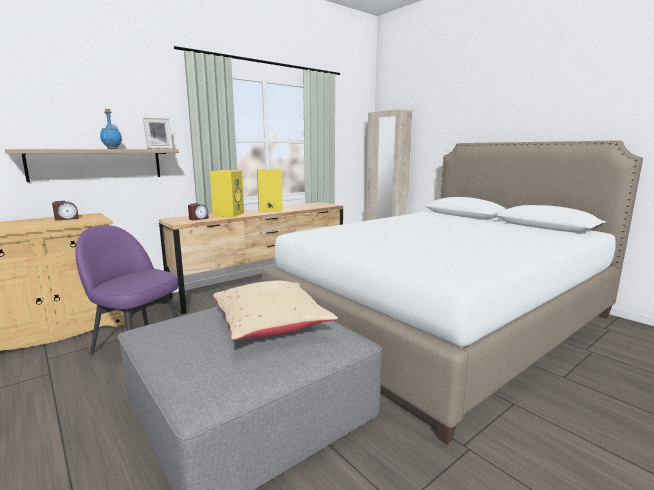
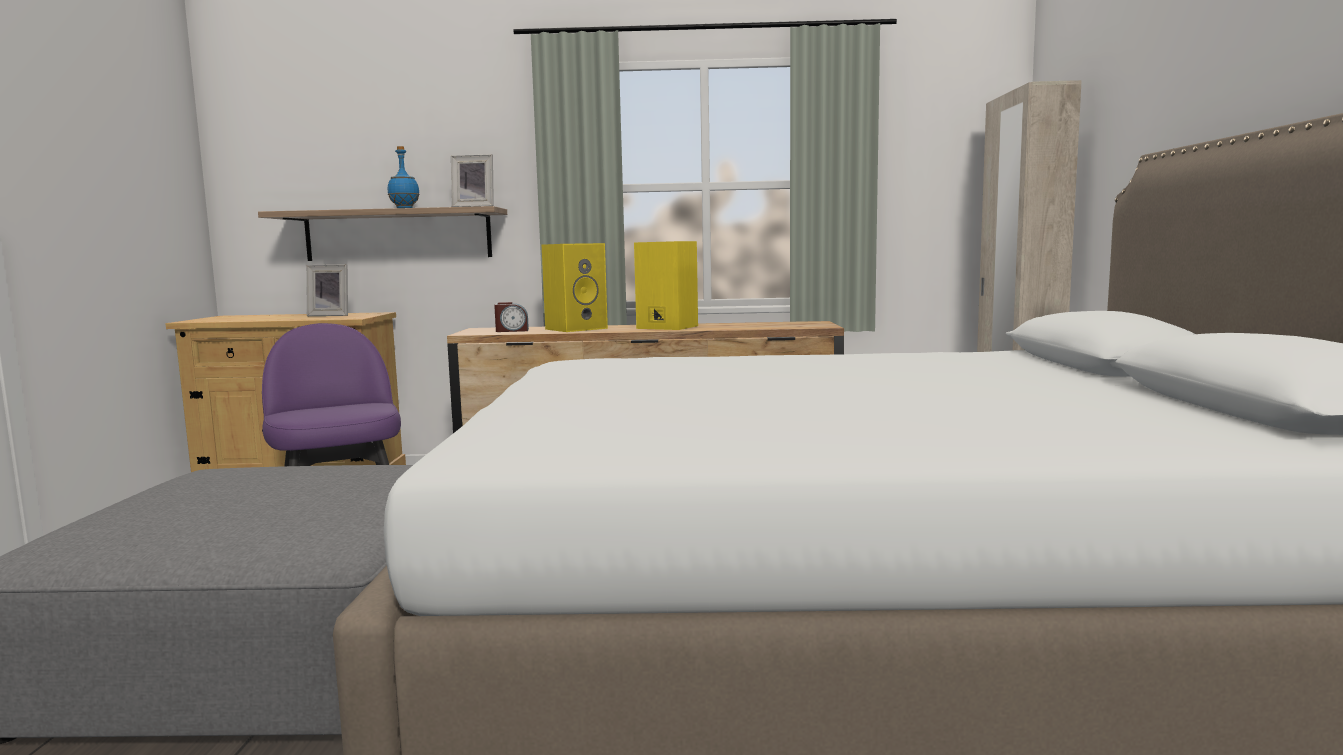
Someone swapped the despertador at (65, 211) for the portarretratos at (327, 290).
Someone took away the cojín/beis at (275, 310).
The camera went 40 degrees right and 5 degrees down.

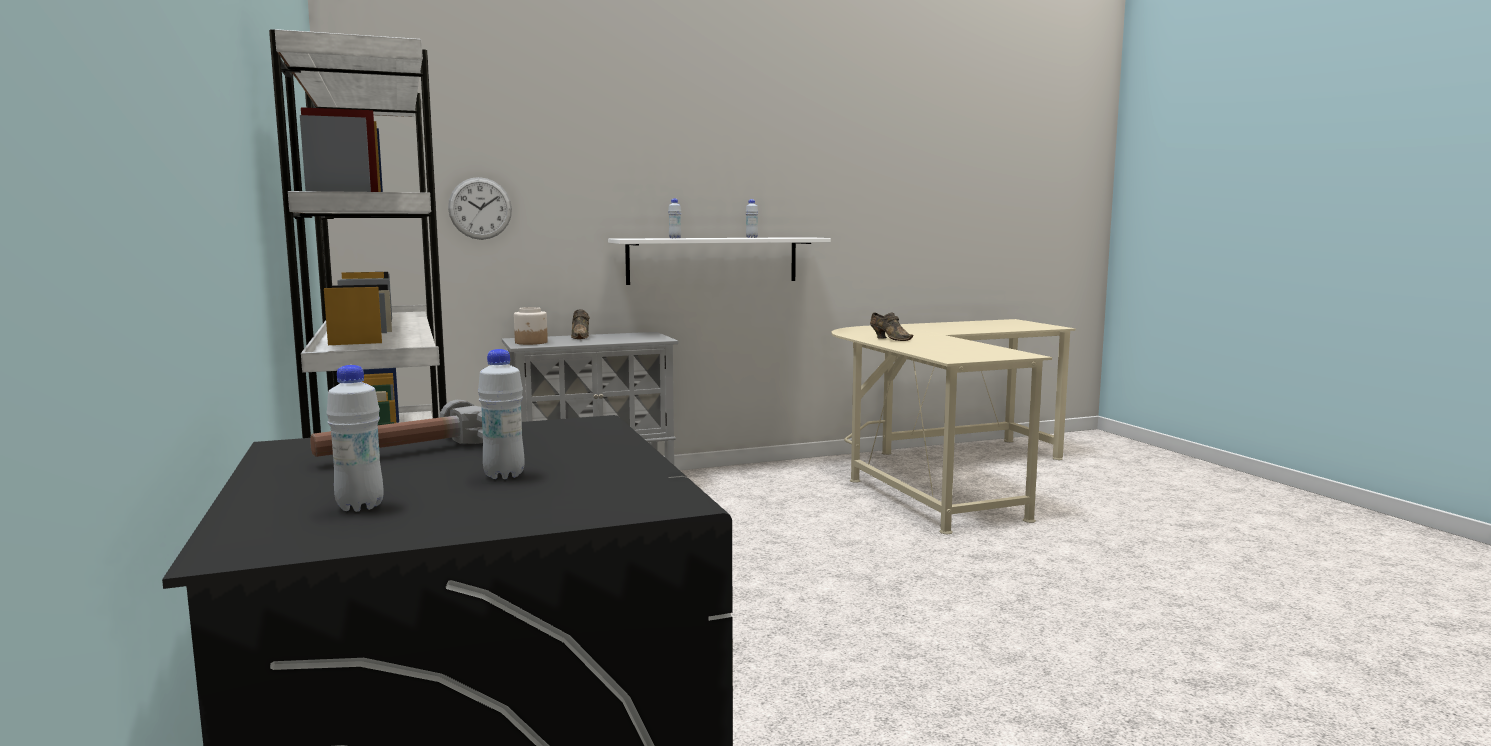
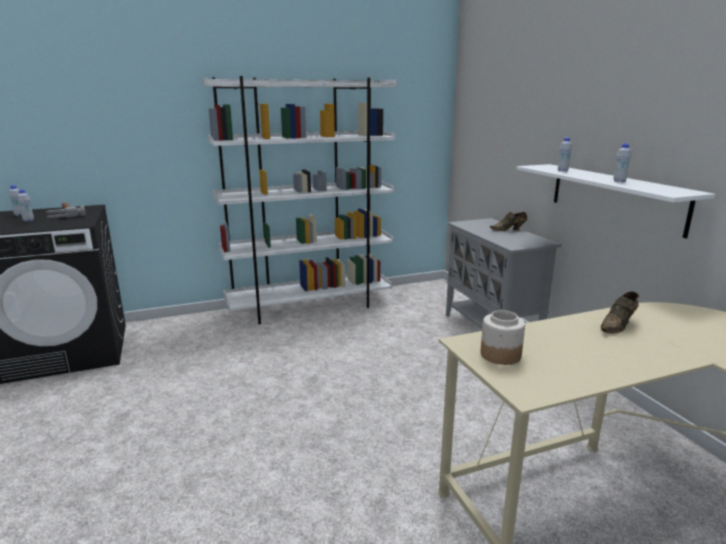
Someone carried the tarro from (531, 326) to (502, 337).
Someone took away the reloj de pared at (480, 208).
The camera went 90 degrees right and 10 degrees up.

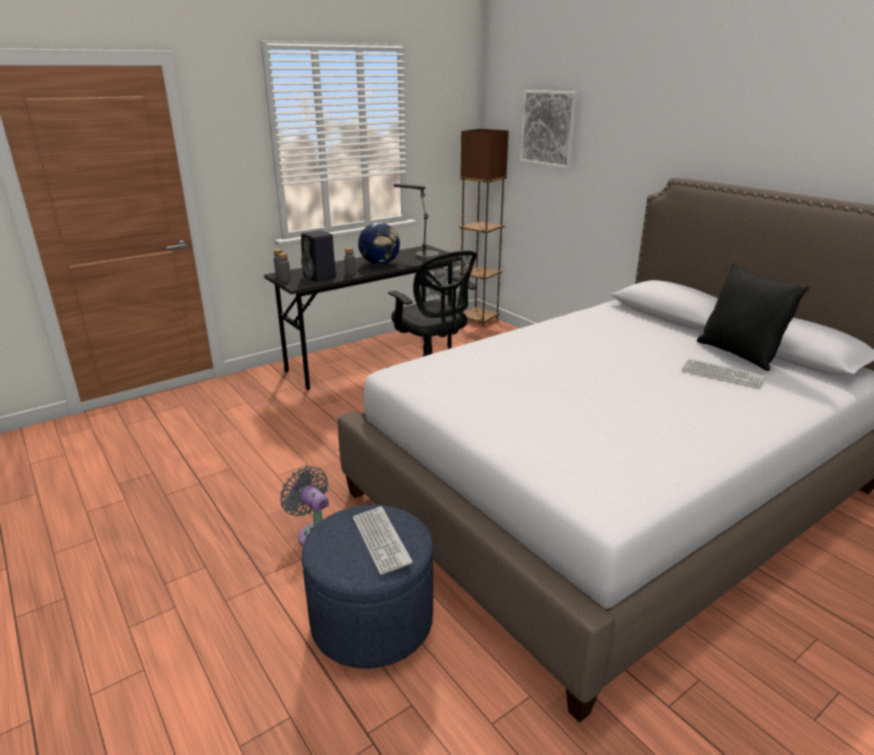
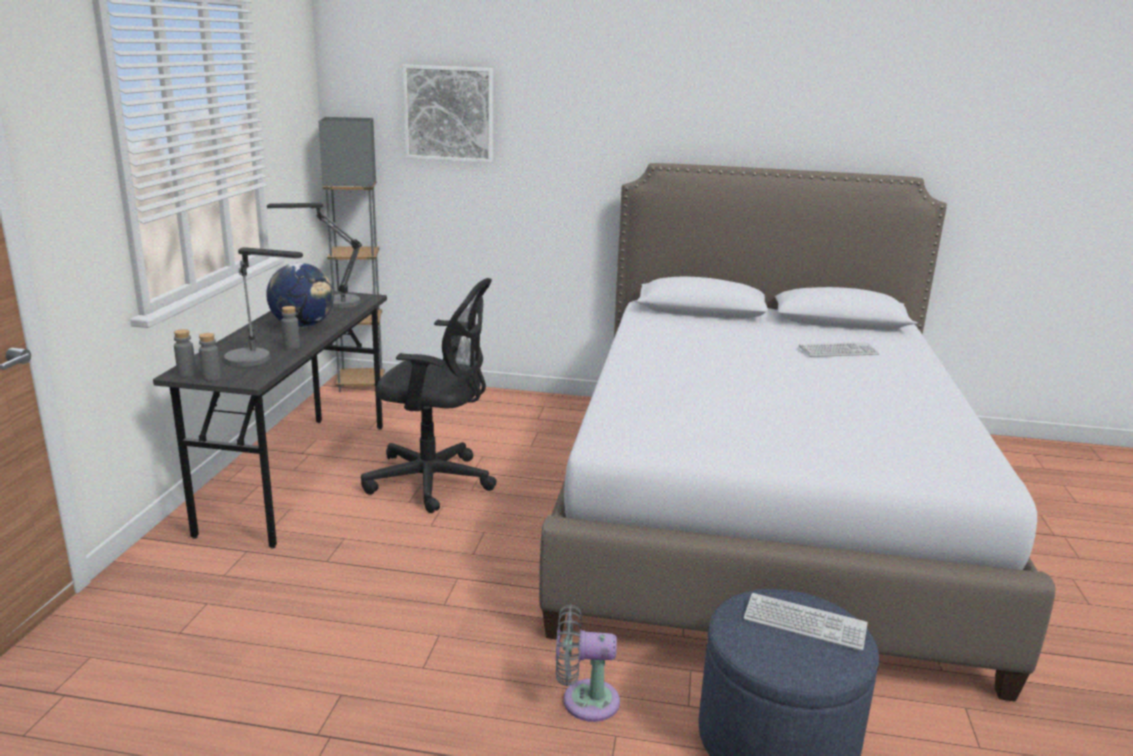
Someone swapped the altavoz/negro at (318, 256) for the lámpara de mesa at (263, 307).
Someone repainted the lámpara de pie/marrón at (484, 228), which became the lámpara de pie/gris at (352, 254).
Someone took away the cojín/negro at (753, 317).
The camera went 45 degrees left and 5 degrees down.

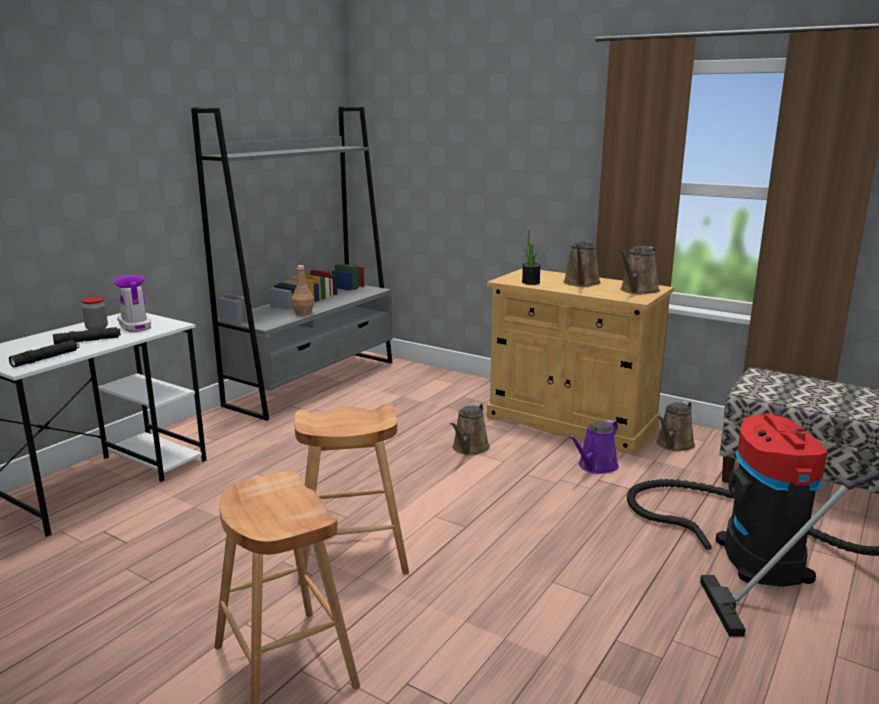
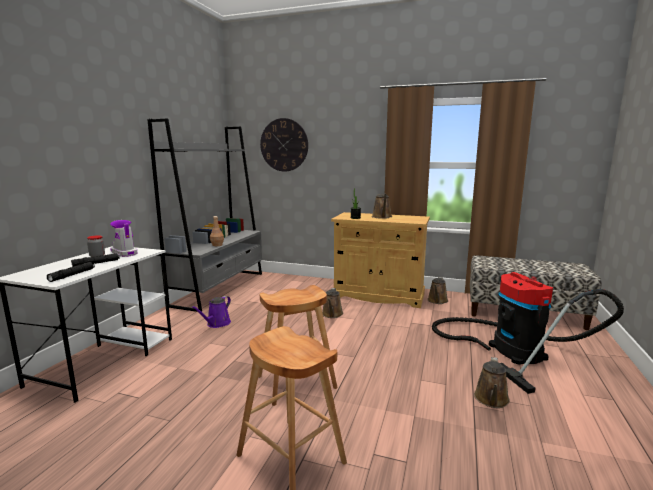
Someone carried the regadera/morado from (594, 447) to (211, 312).
Someone put up the reloj de pared at (284, 145).
Someone carried the regadera/marrón from (639, 270) to (492, 382).
The camera went 15 degrees left and 5 degrees down.

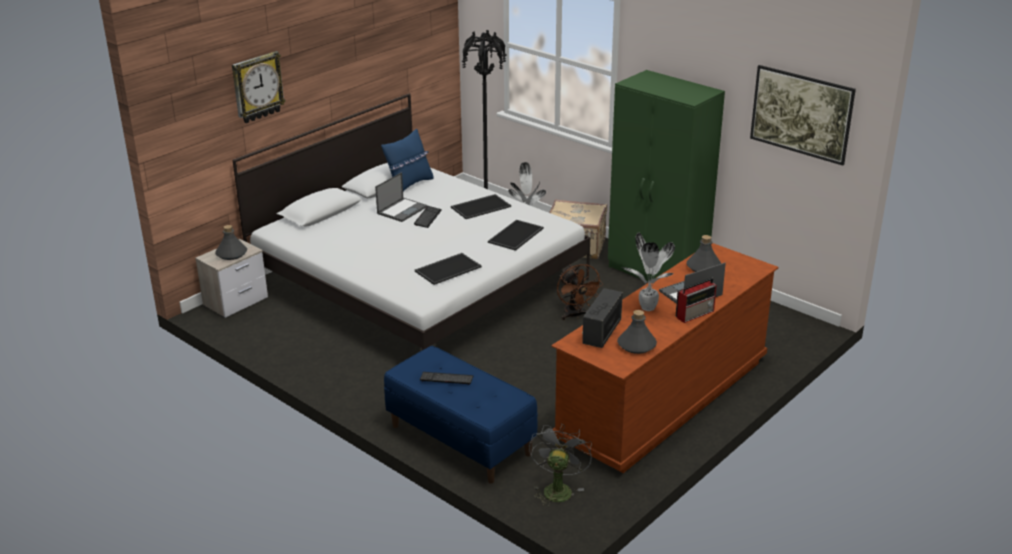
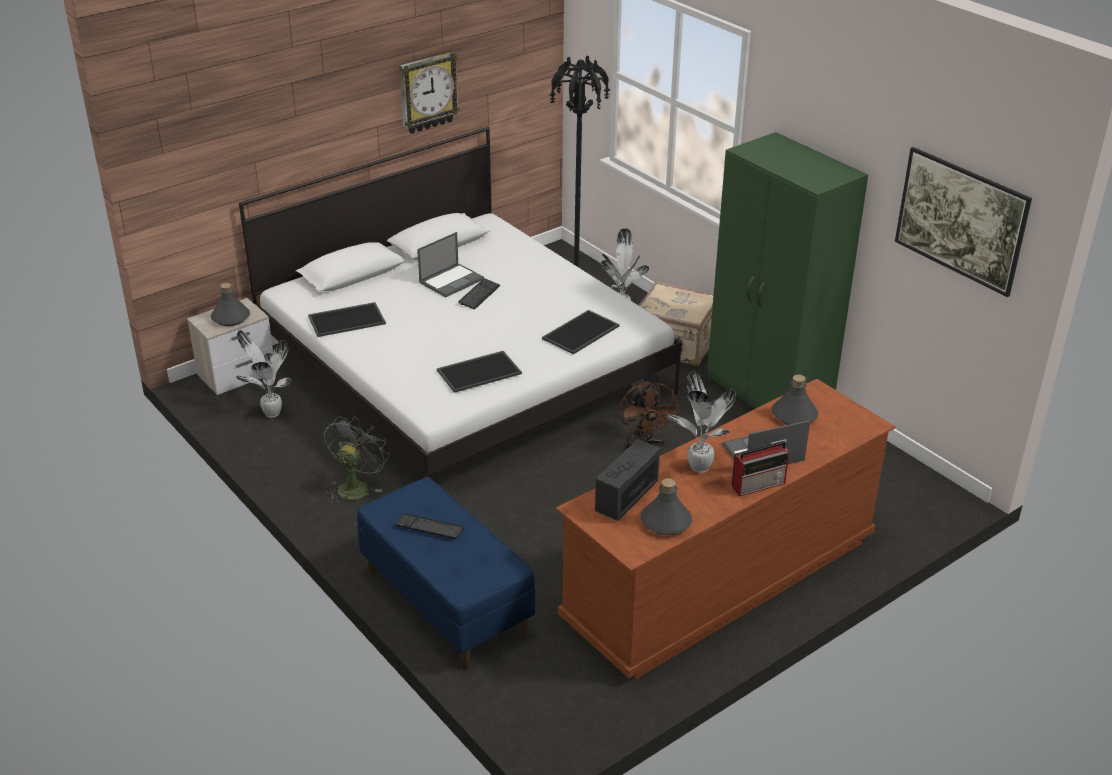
Someone put down the planta en maceta at (264, 374).
Someone carried the bandeja from (481, 206) to (347, 319).
Someone carried the ventilador/gris from (560, 465) to (357, 459).
Someone carried the reloj de pared from (259, 87) to (429, 92).
Someone took away the cojín/azul at (407, 160).
The camera went 10 degrees right and 5 degrees up.

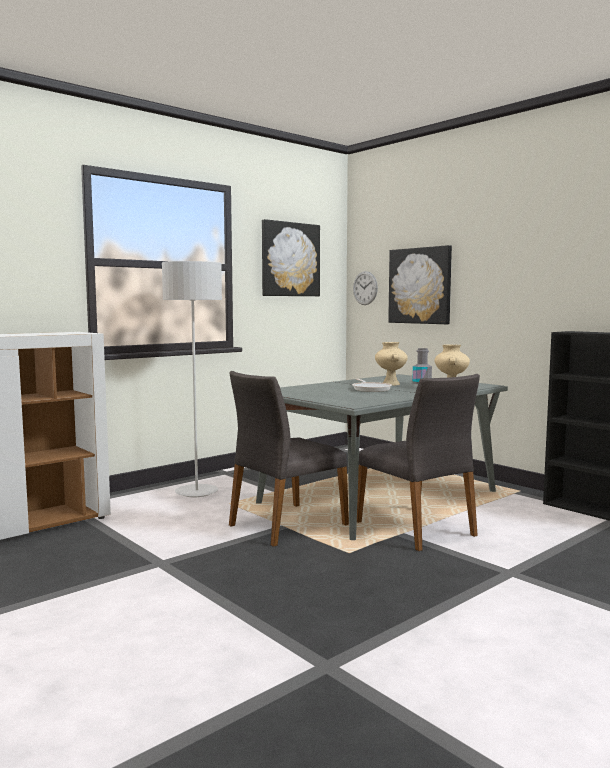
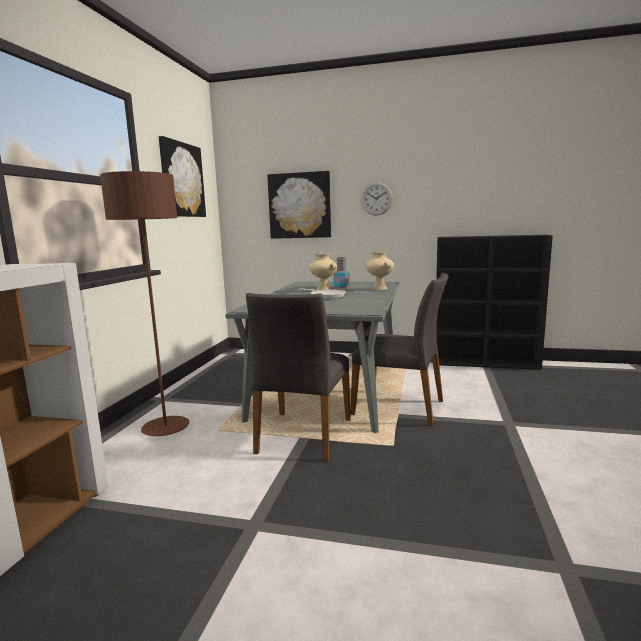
Someone repainted the lámpara de pie/gris at (192, 379), which became the lámpara de pie/marrón at (144, 303).
Someone carried the reloj de pared from (365, 288) to (377, 198).
The camera went 35 degrees left and 5 degrees up.

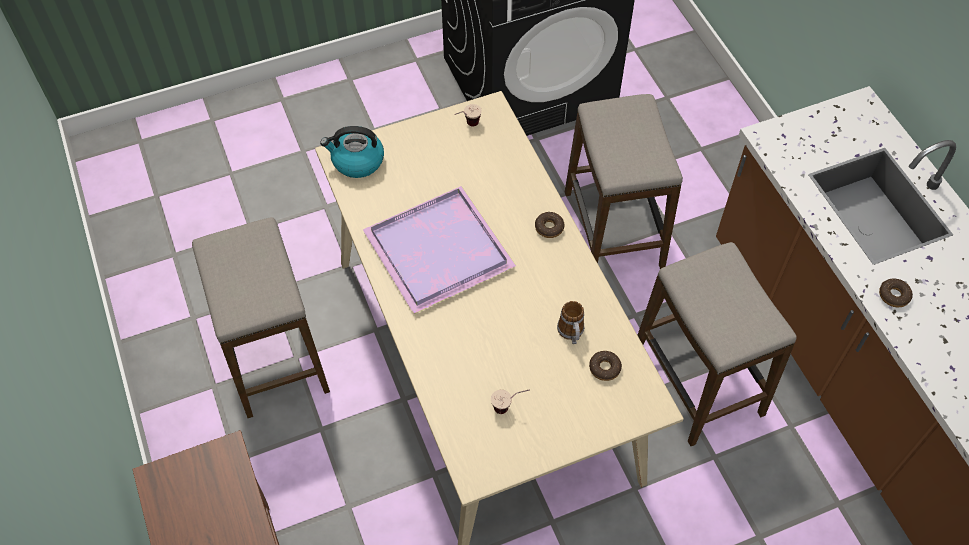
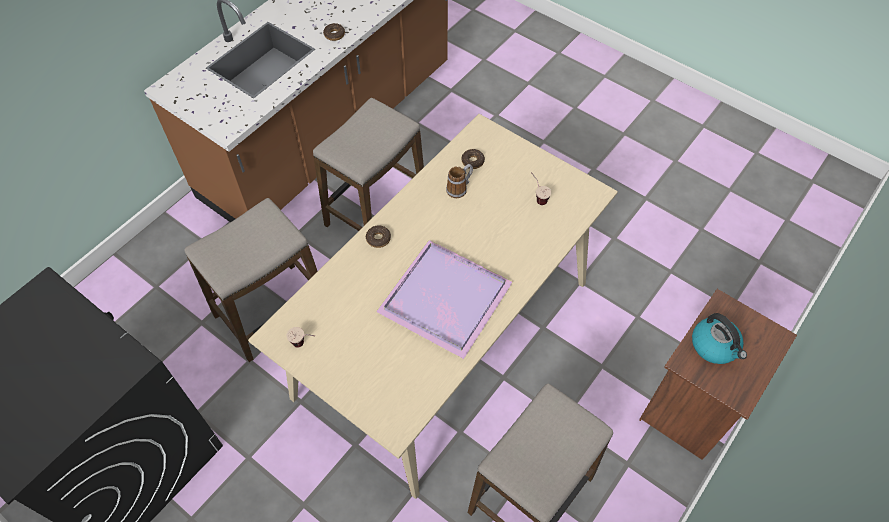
Someone carried the hervidor from (352, 152) to (719, 338).
The camera went 120 degrees left and 0 degrees up.

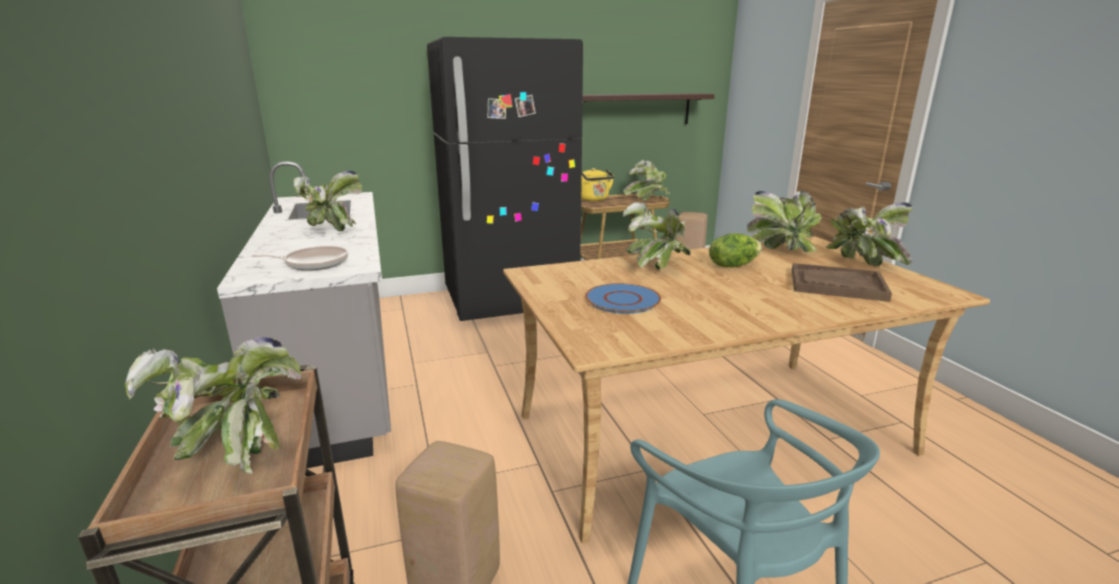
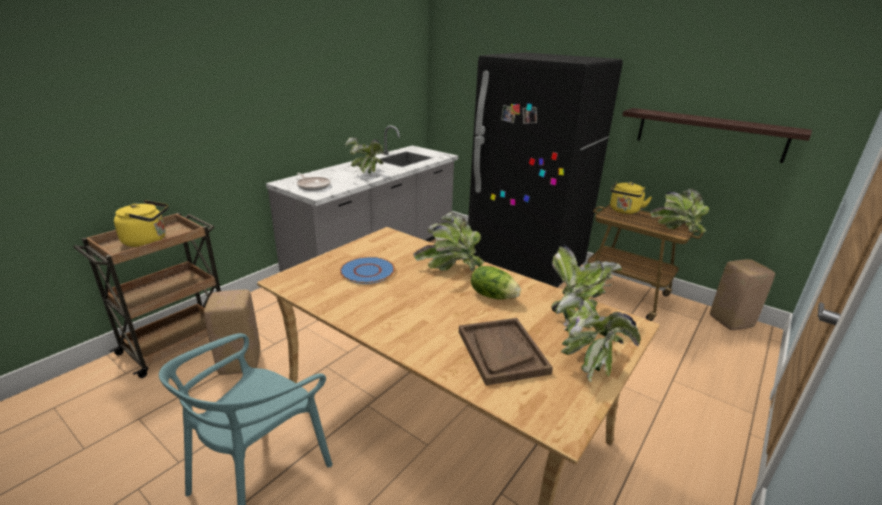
Someone swapped the planta en maceta at (213, 405) for the hervidor/amarillo at (141, 223).
The camera went 55 degrees right and 5 degrees up.

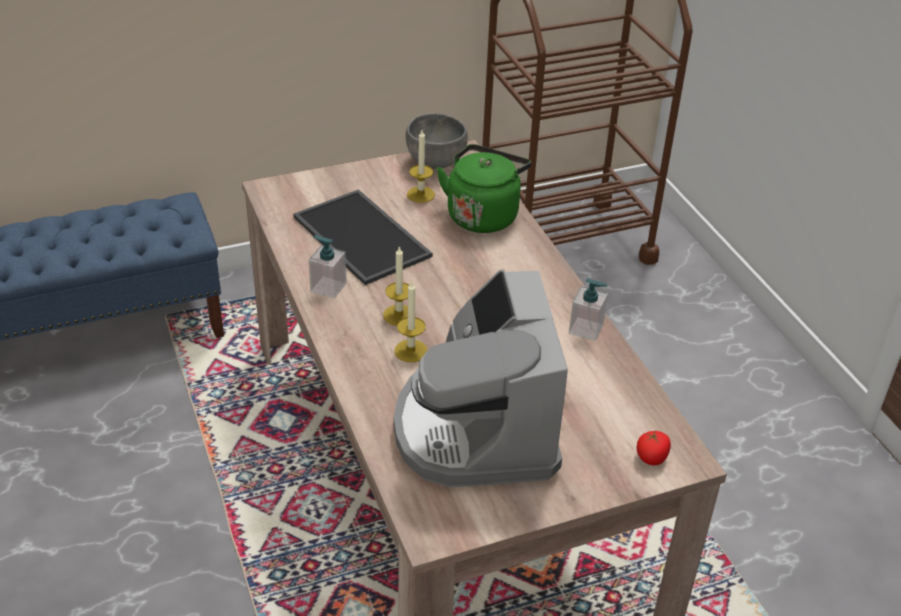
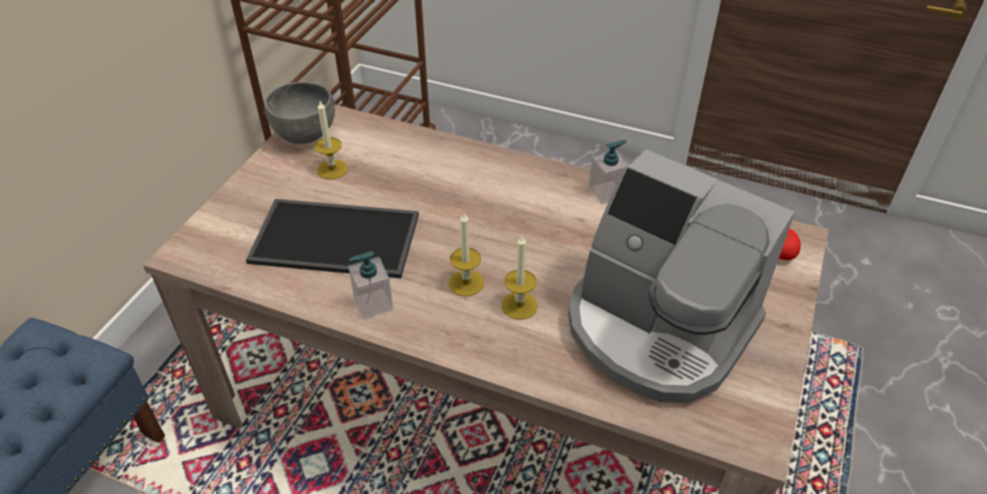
Someone took away the hervidor/verde at (484, 188).
The camera went 45 degrees left and 5 degrees up.

